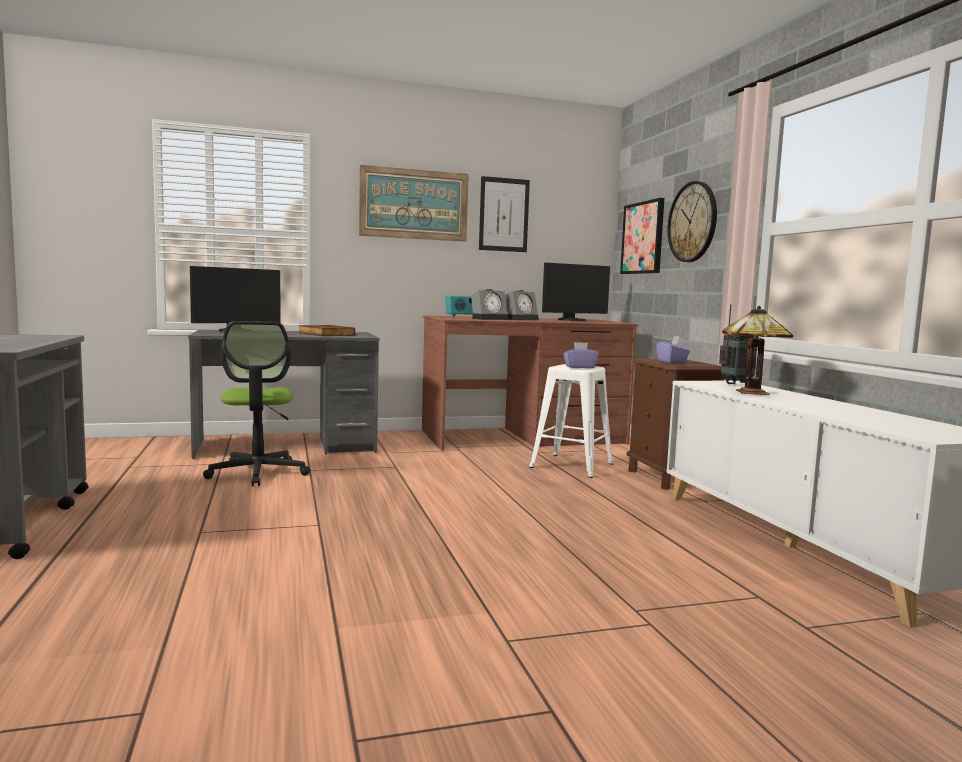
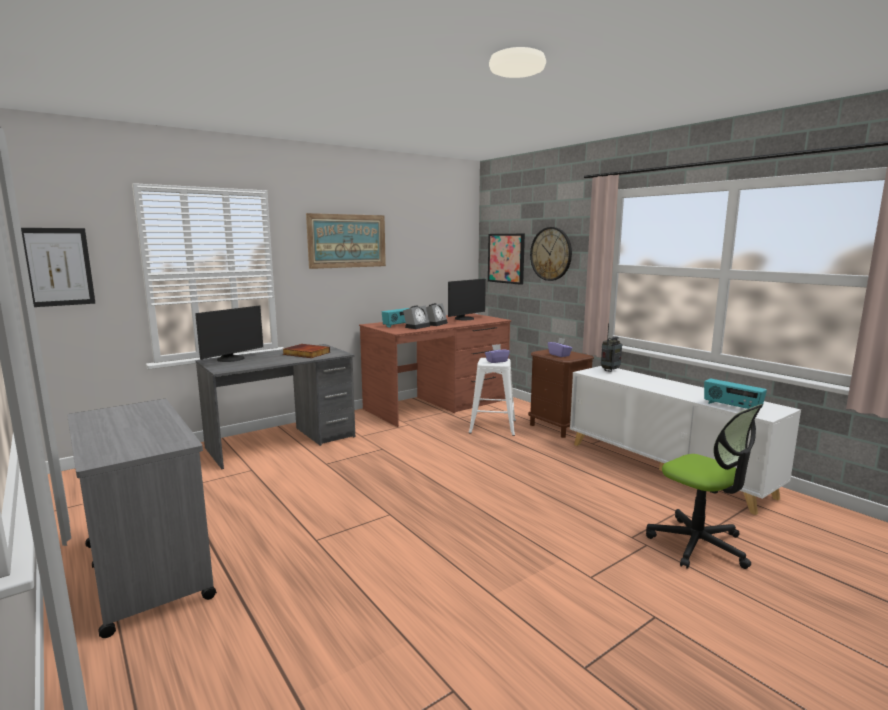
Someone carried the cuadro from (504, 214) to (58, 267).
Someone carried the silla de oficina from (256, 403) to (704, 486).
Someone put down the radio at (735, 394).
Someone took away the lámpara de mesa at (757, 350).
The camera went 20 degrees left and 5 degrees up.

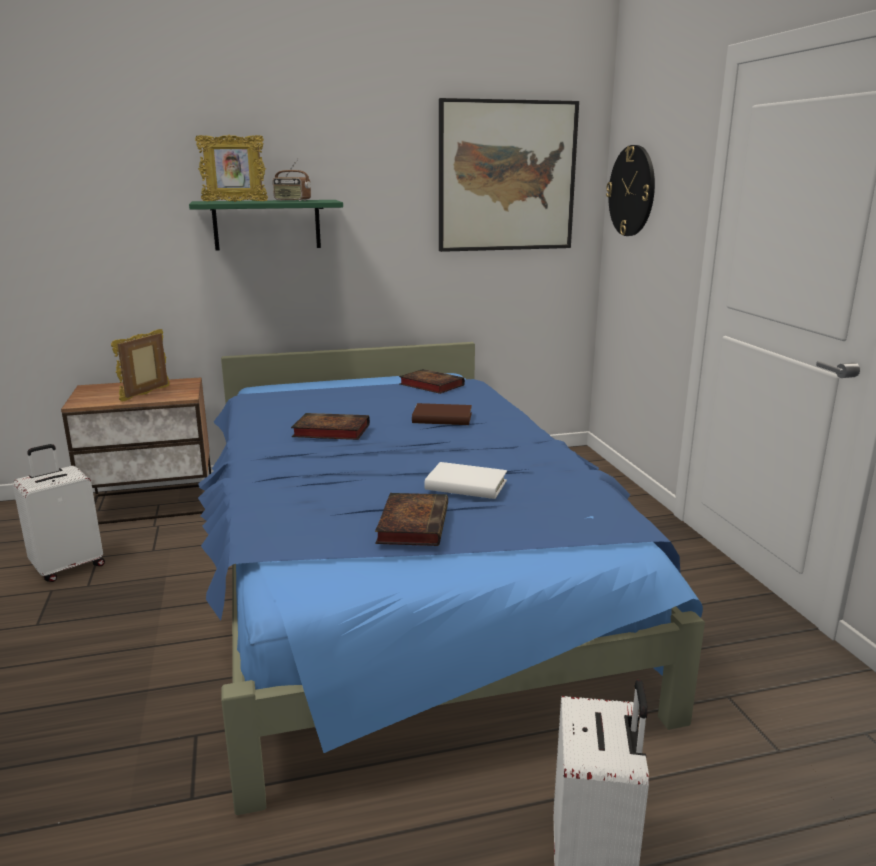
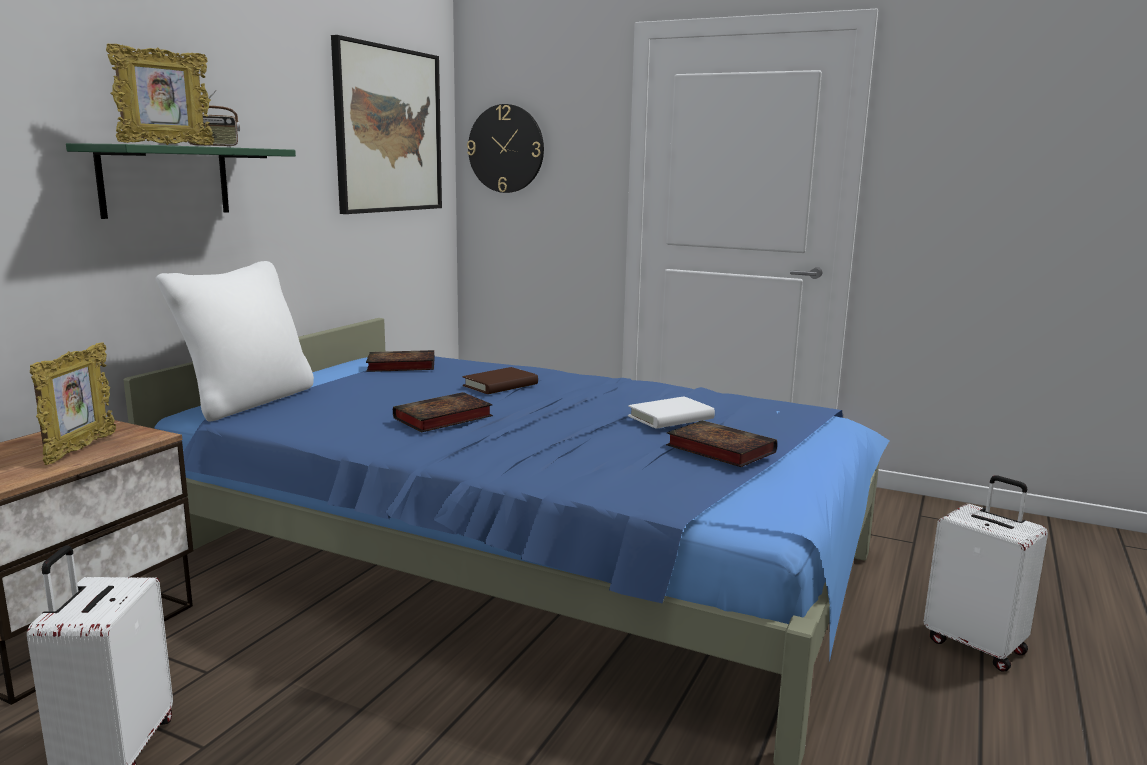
Someone rotated the portarretratos at (140, 365) by 150 degrees counterclockwise.
Someone put down the cojín/blanco at (235, 341).
The camera went 50 degrees left and 5 degrees down.

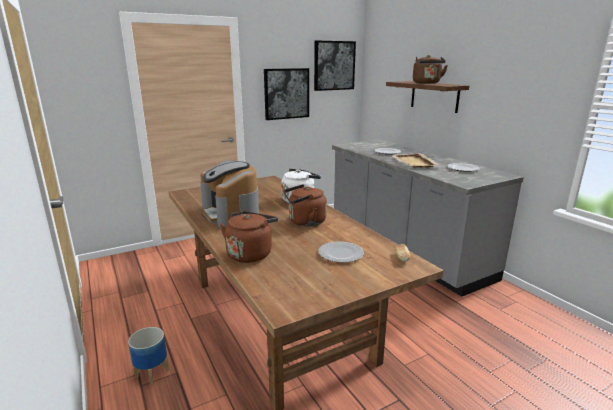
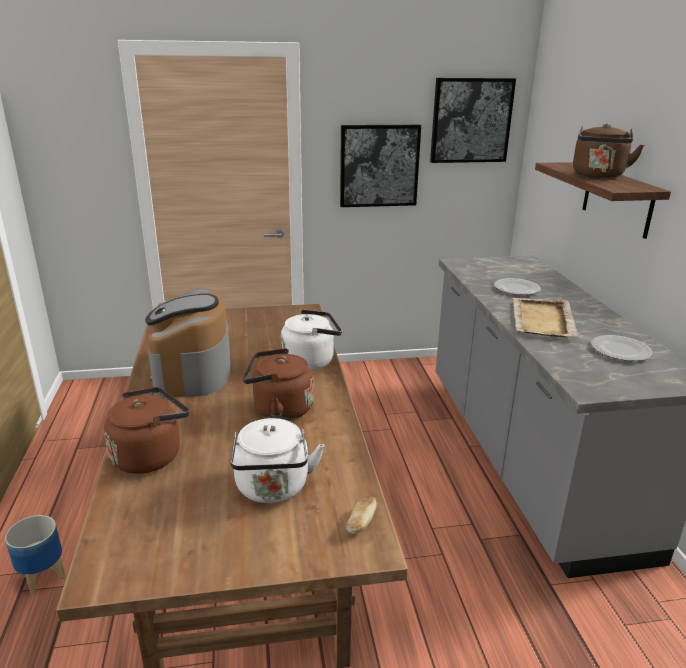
Someone swapped the plato at (341, 252) for the hervidor/blanco at (277, 460).
The camera went 20 degrees right and 5 degrees up.

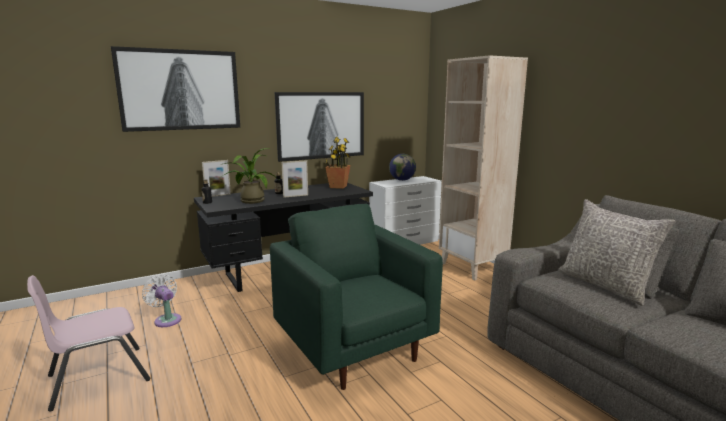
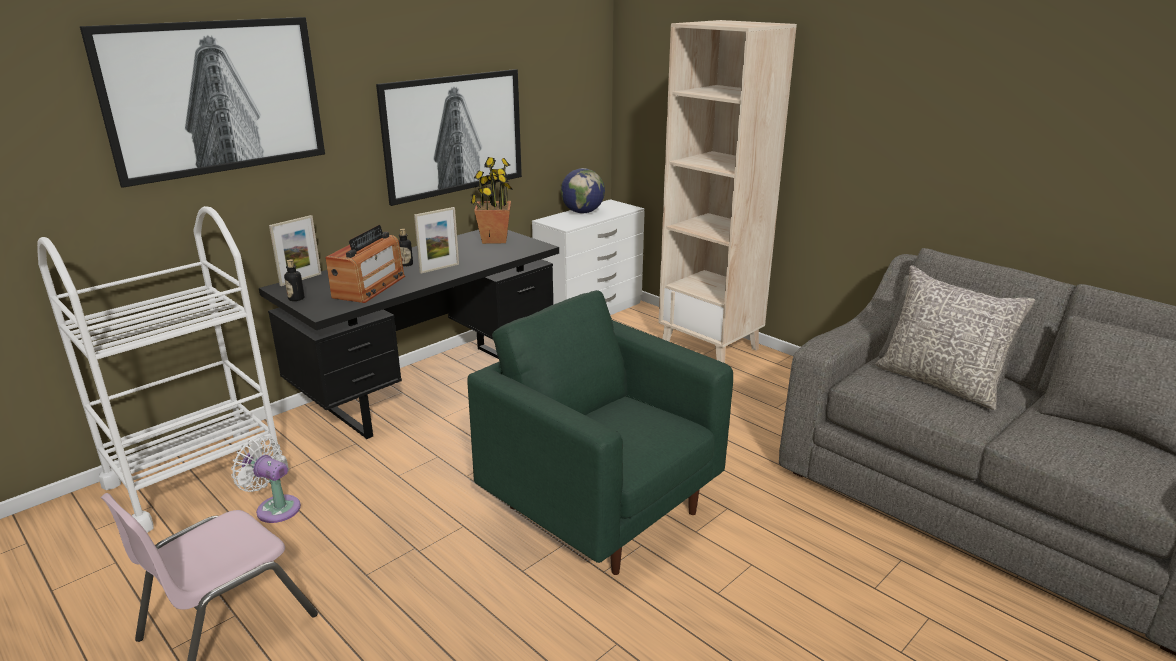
Someone put down the carrito/blanco at (163, 369).
Someone swapped the planta en maceta at (249, 176) for the radio at (365, 264).
The camera went 15 degrees left and 10 degrees up.

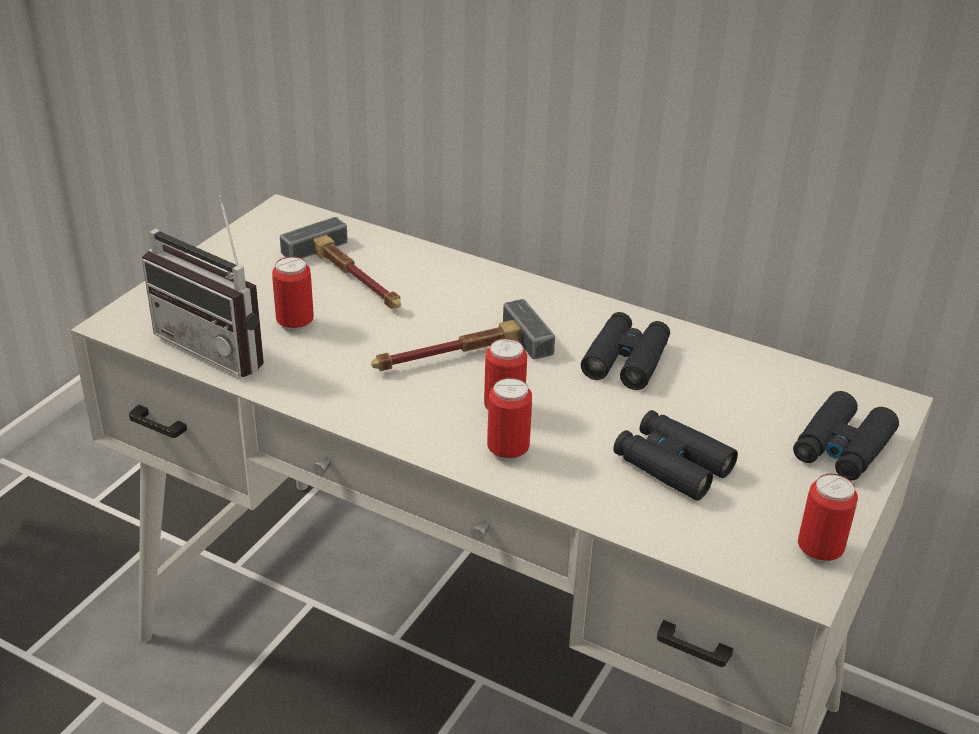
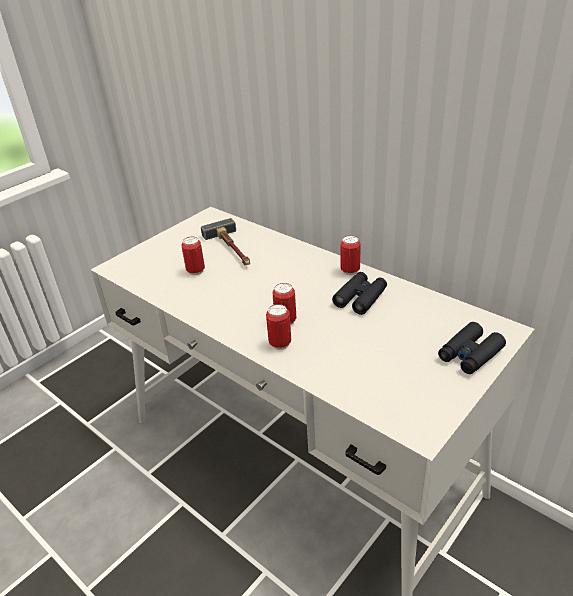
Someone carried the lata from (828, 519) to (350, 255).
Someone took away the radio at (203, 286).
Someone took away the martillo at (463, 335).
Someone took away the prismáticos/negro at (675, 455).
The camera went 15 degrees right and 0 degrees up.

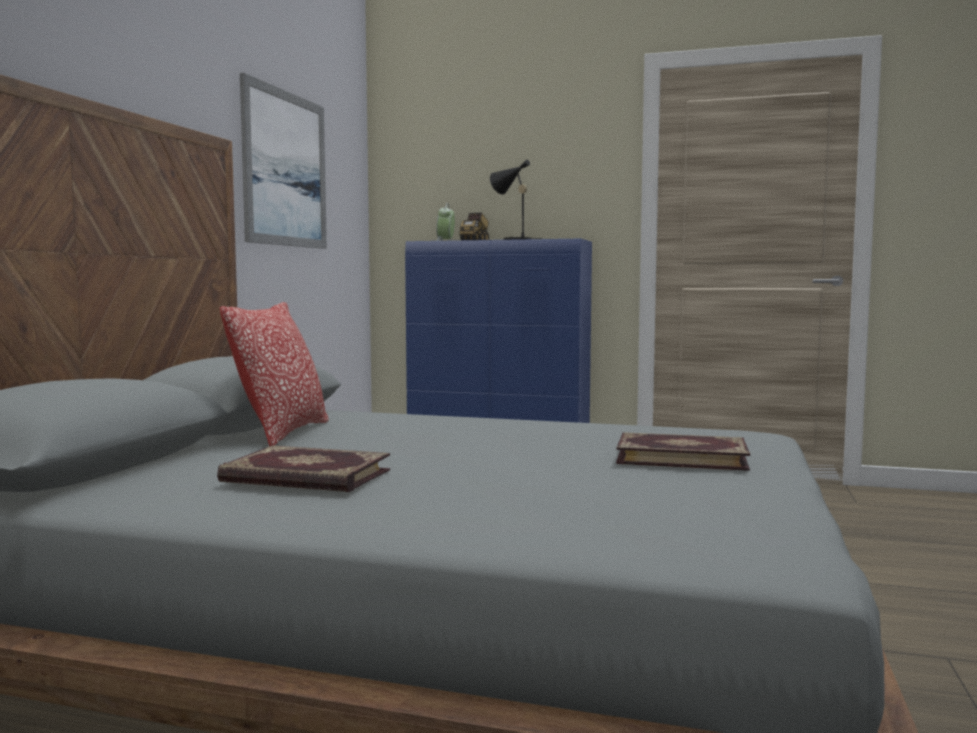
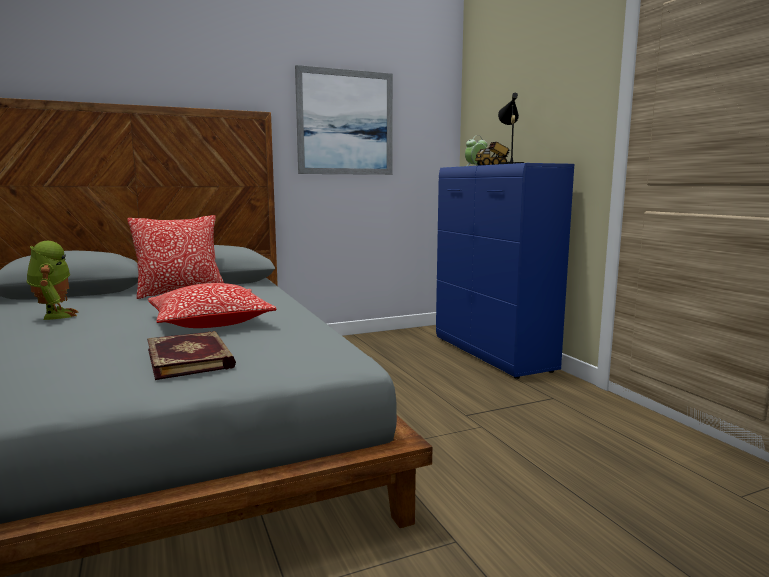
Someone swapped the libro at (303, 468) for the robot de juguete at (52, 280).
Someone put down the cojín at (212, 305).
The camera went 50 degrees right and 5 degrees up.

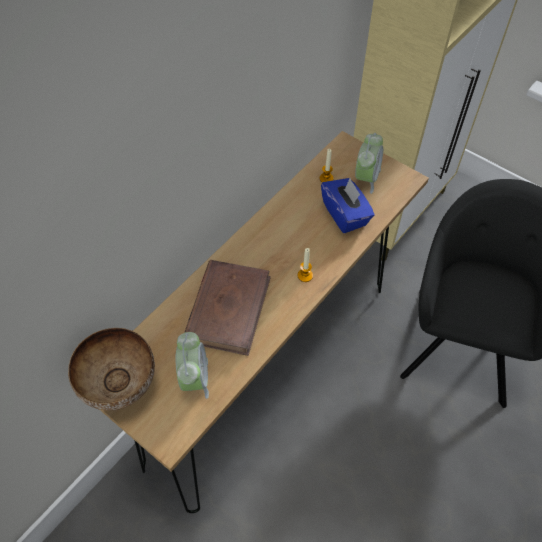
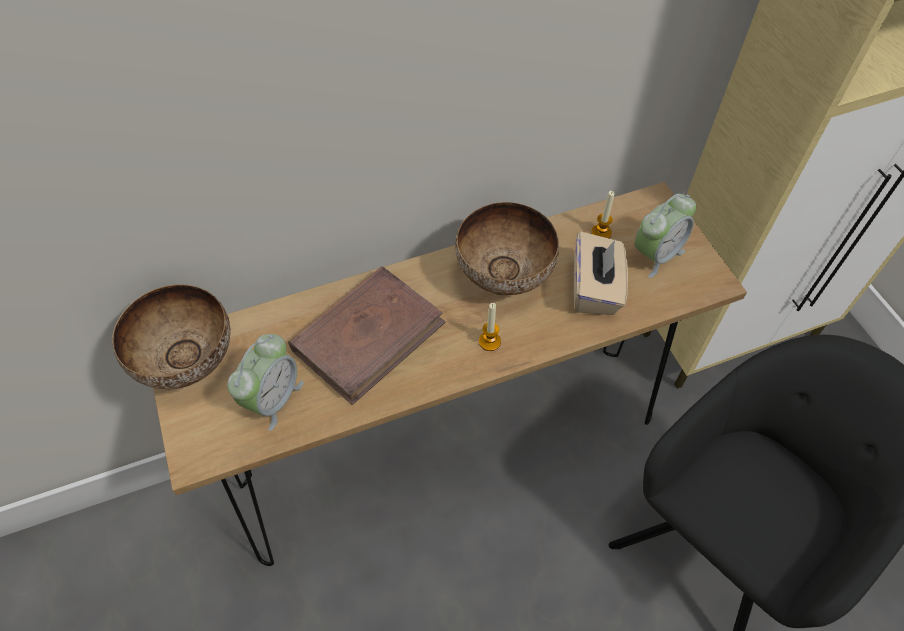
Someone put down the cuenco at (507, 248).
Someone repainted the caja de pañuelos/azul at (348, 205), which became the caja de pañuelos/beis at (601, 273).
The camera went 30 degrees right and 0 degrees up.

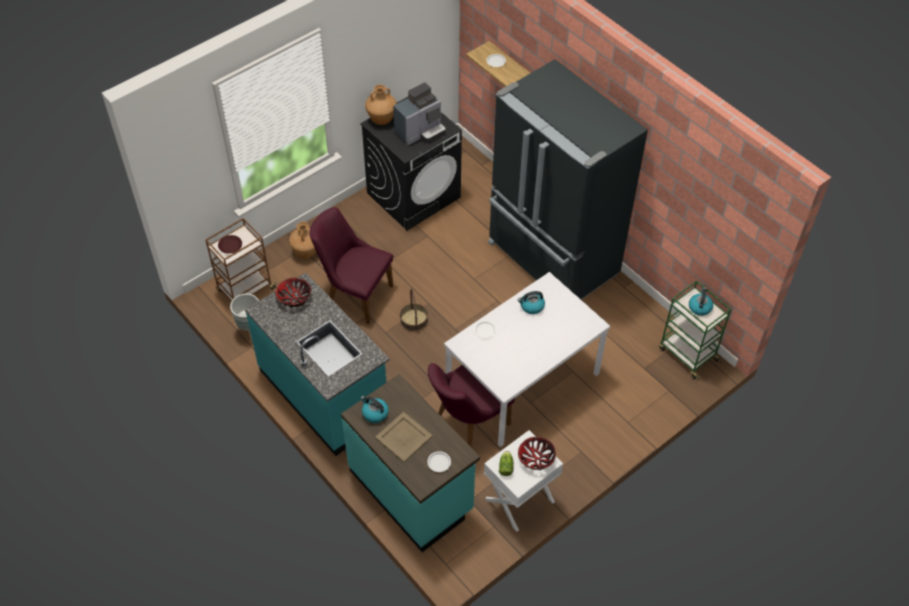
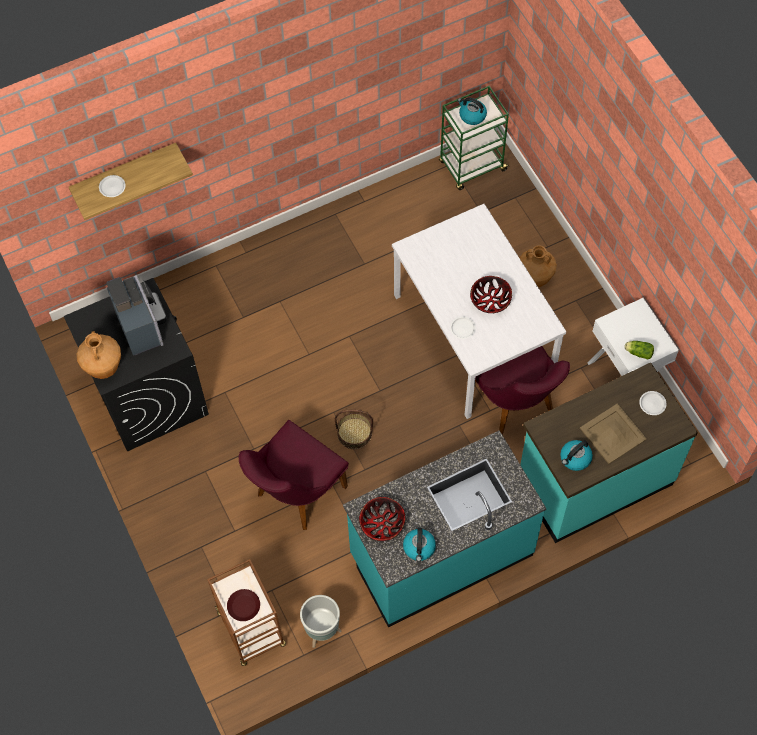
Someone carried the hervidor from (531, 302) to (419, 544).
Someone carried the cuenco from (537, 453) to (491, 294).
Someone carried the florero/marrón from (302, 239) to (538, 266).
Someone took away the nevera/negro at (568, 179).
The camera went 75 degrees left and 10 degrees up.

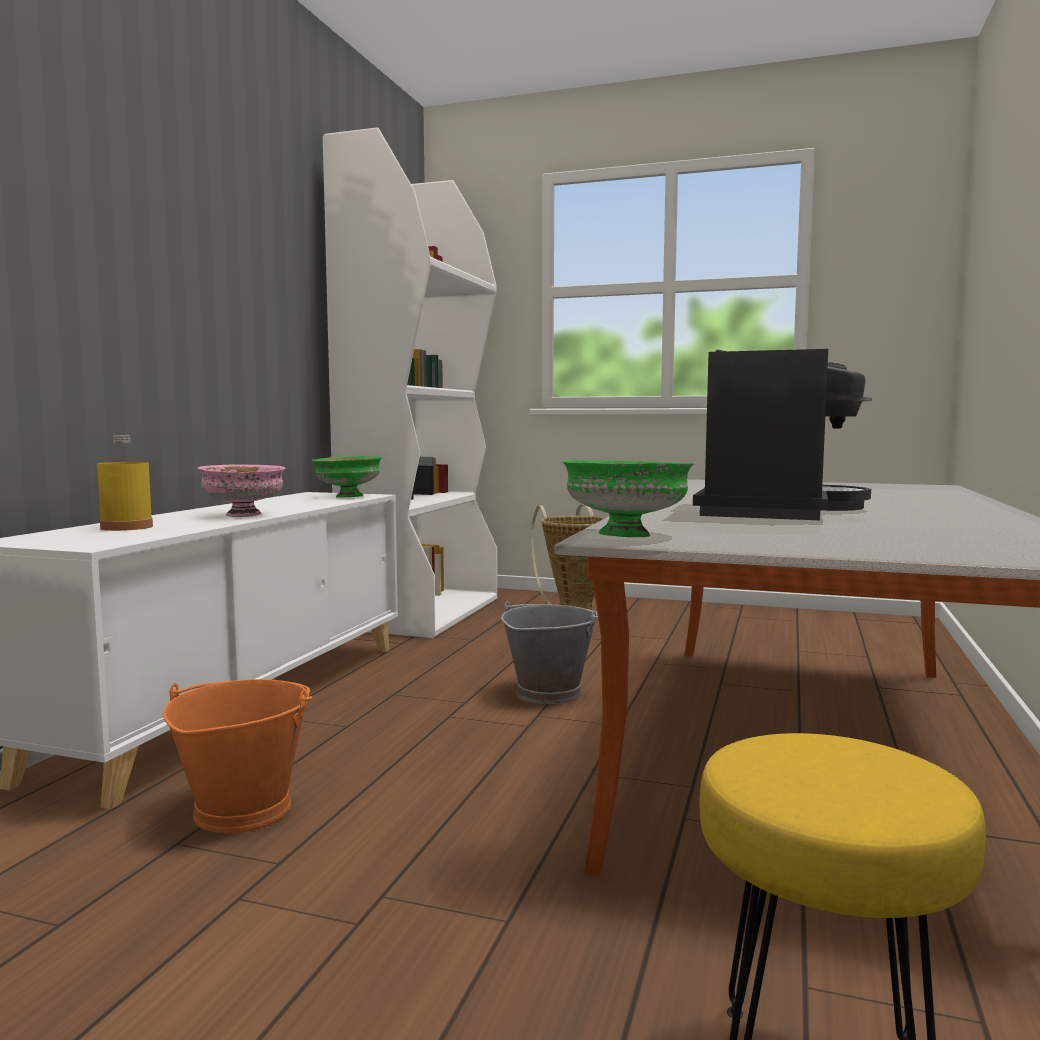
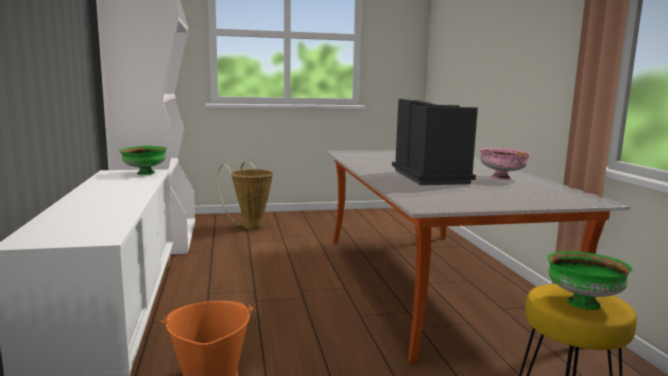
Someone carried the cuenco/rosa from (242, 490) to (505, 164).
Someone carried the cuenco/verde from (627, 498) to (589, 280).
Someone took away the botella/amarillo at (125, 483).
Someone took away the cubo/gris at (549, 652).
The camera went 30 degrees left and 5 degrees up.

